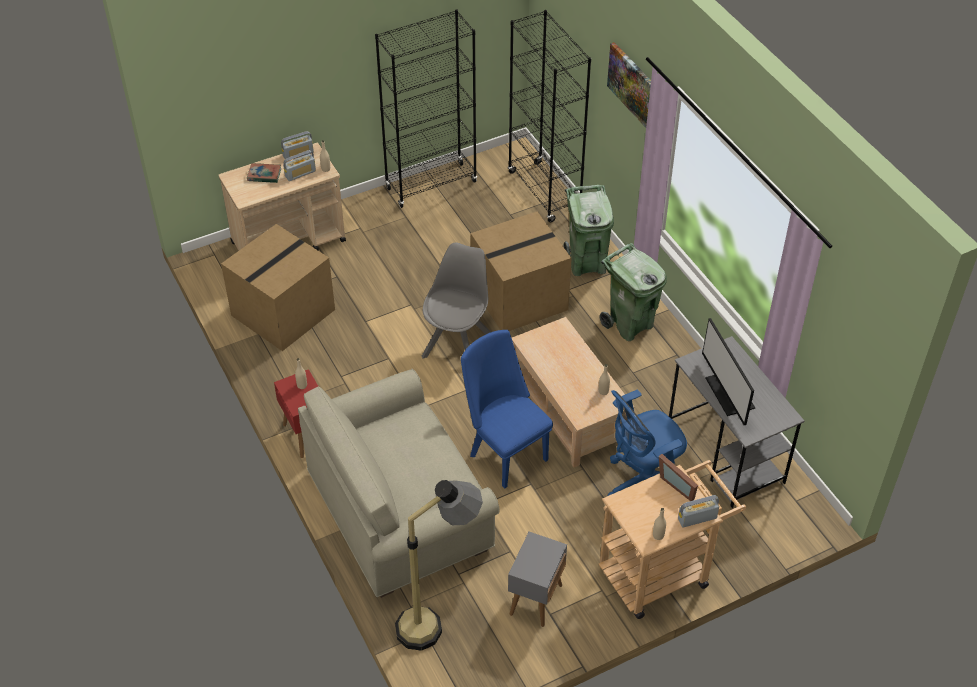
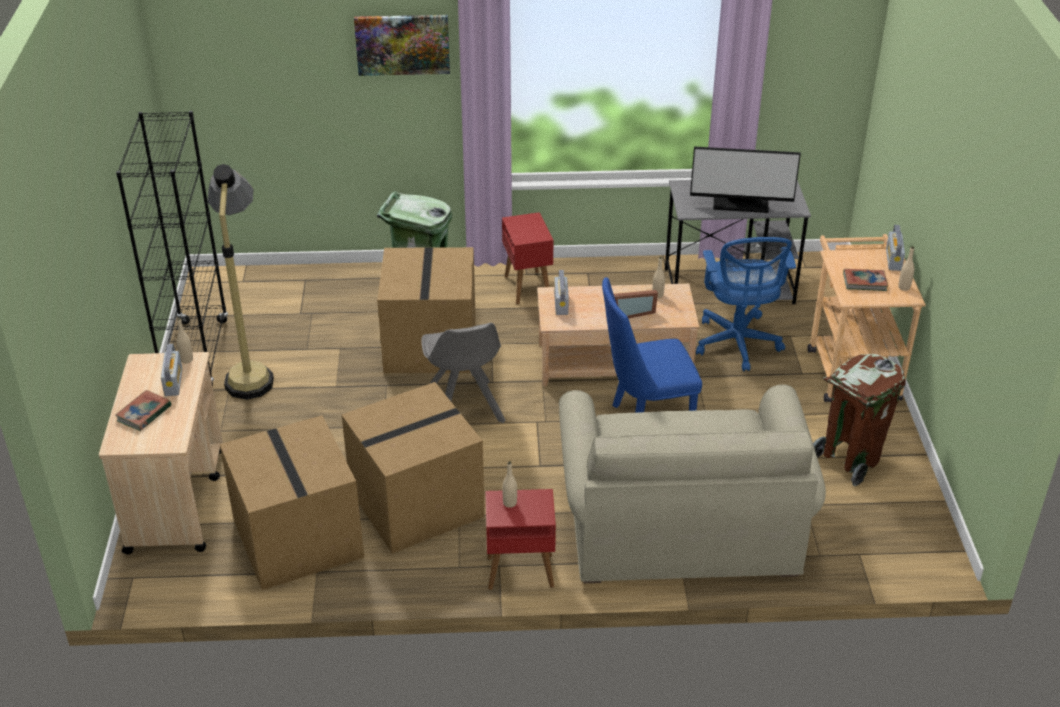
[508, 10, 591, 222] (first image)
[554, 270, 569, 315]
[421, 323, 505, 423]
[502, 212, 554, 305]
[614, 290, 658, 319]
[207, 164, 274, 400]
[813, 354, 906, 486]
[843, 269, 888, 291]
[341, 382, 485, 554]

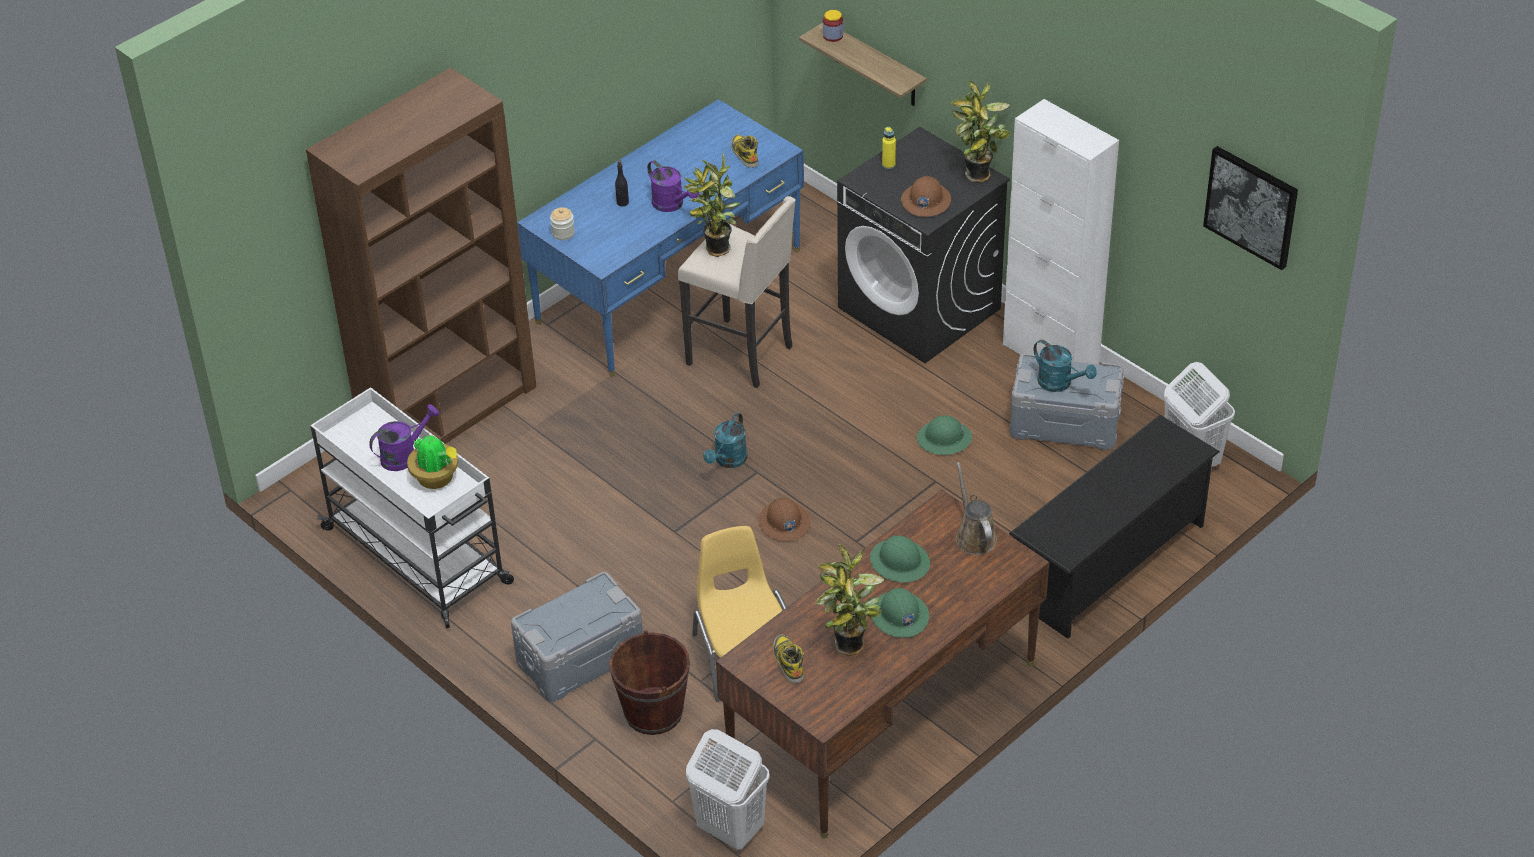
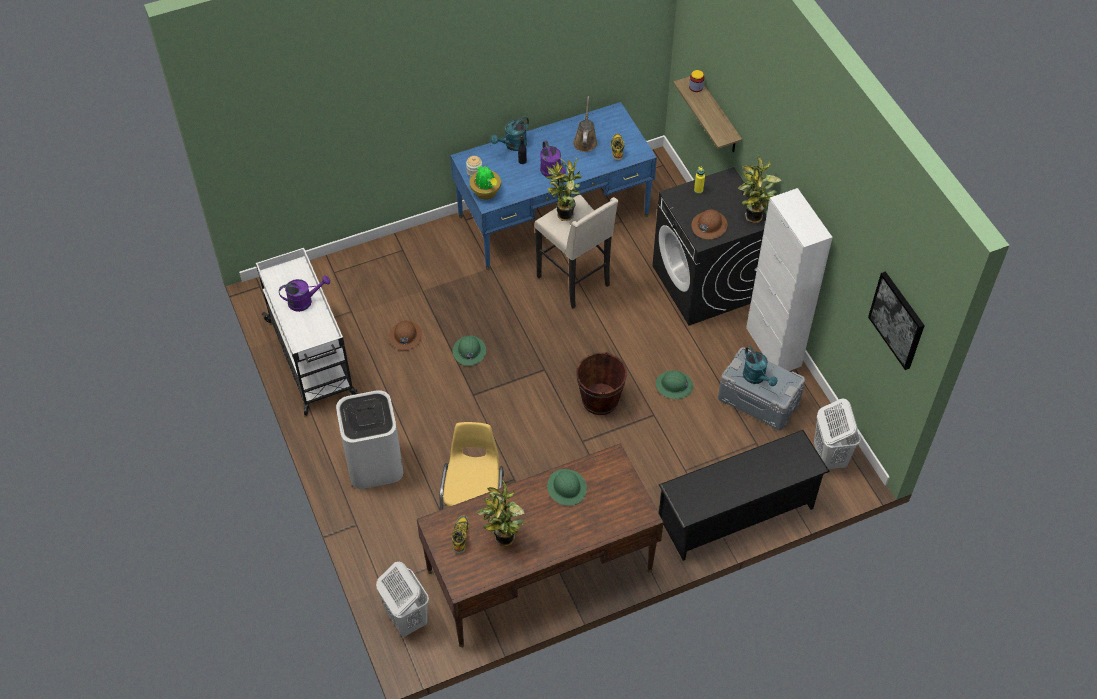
[306, 68, 537, 444] (first image)
[491, 116, 529, 151]
[469, 166, 501, 200]
[573, 96, 598, 152]
[389, 321, 422, 350]
[336, 390, 403, 489]
[453, 336, 486, 366]
[576, 352, 627, 415]

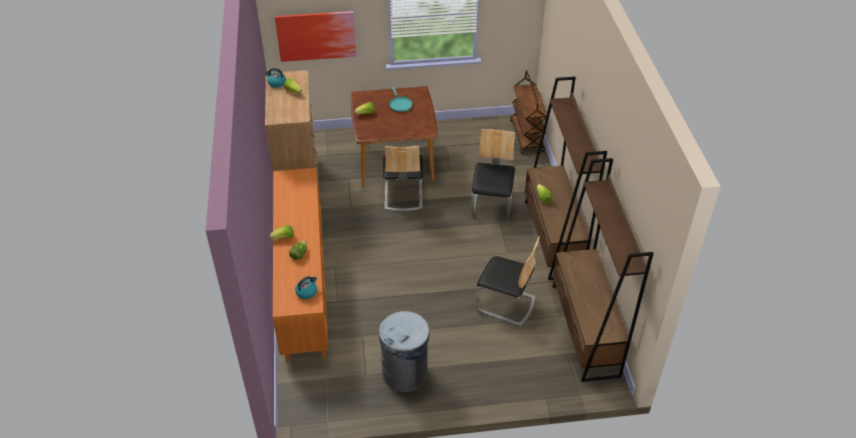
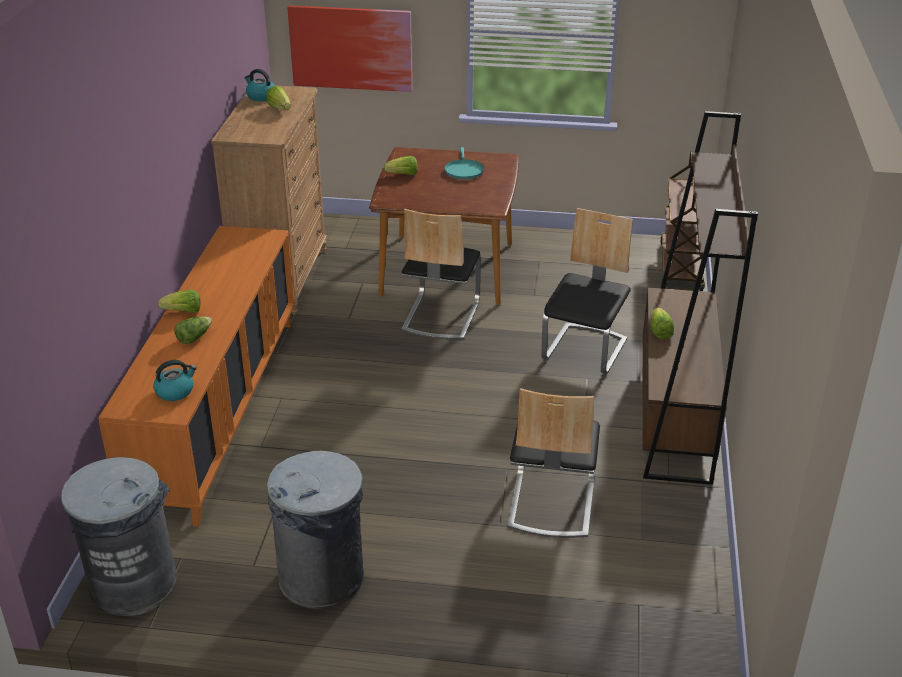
[552, 158, 654, 382] (first image)
[507, 388, 600, 538]
[61, 457, 177, 616]

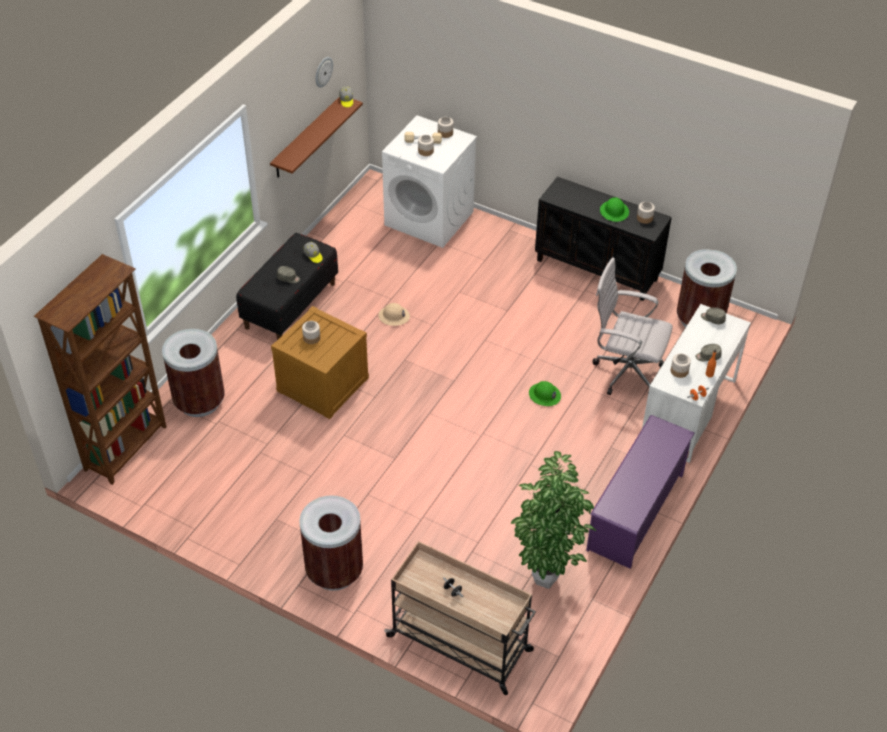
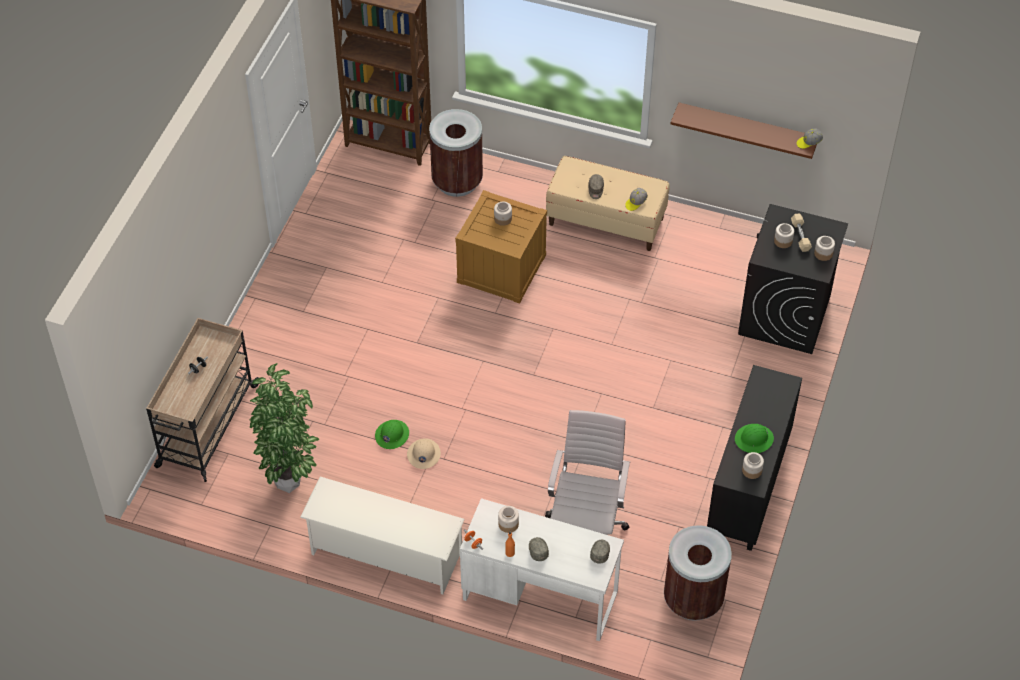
[315, 57, 333, 88] (first image)
[738, 204, 848, 354]
[546, 156, 670, 251]
[407, 438, 441, 469]
[375, 420, 409, 449]
[300, 477, 465, 594]
[299, 495, 363, 591] (first image)

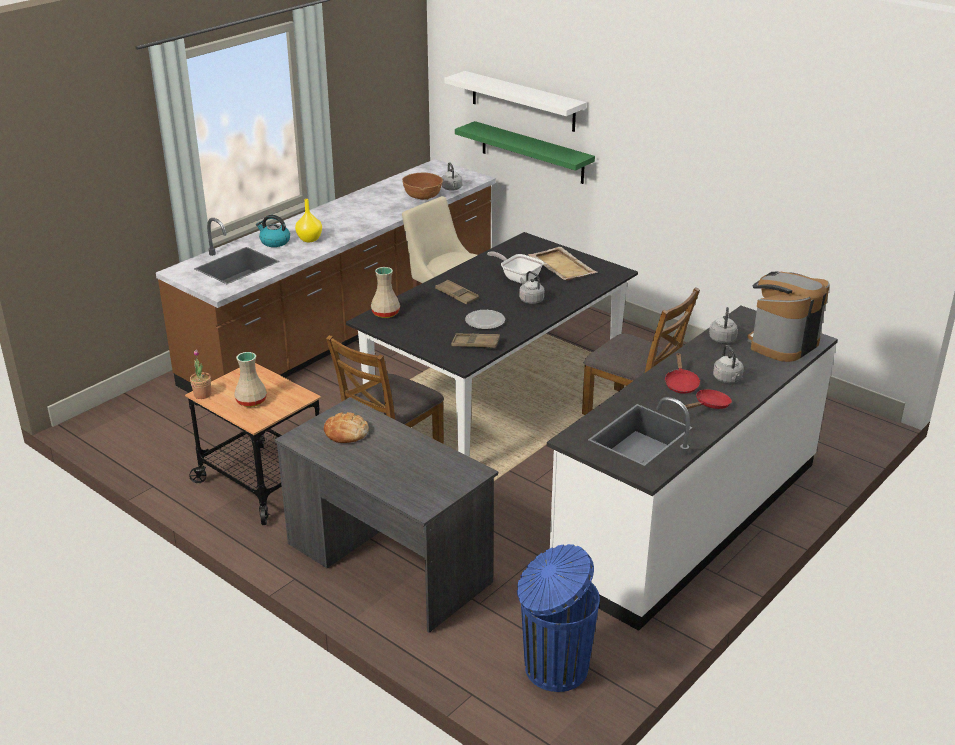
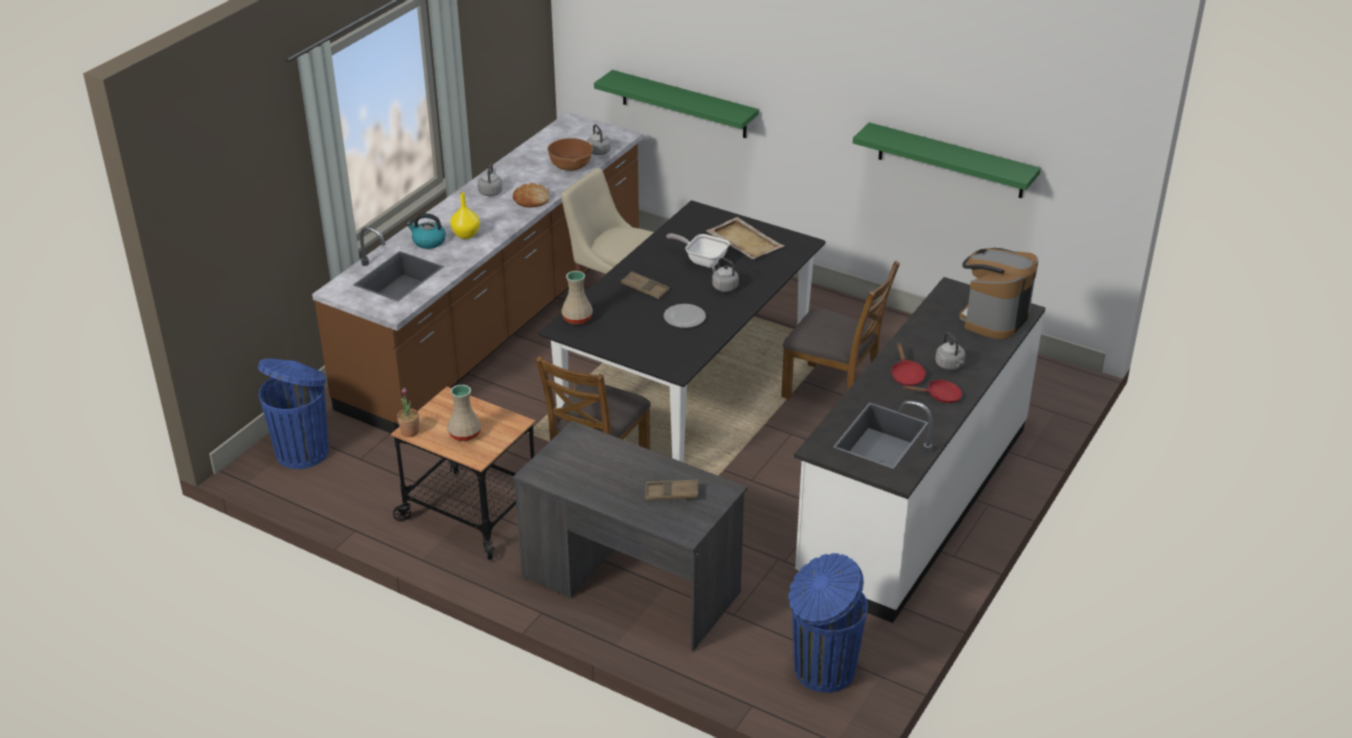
[444, 71, 586, 132] (first image)
[478, 164, 503, 196]
[645, 480, 699, 500]
[902, 379, 962, 403]
[513, 183, 550, 208]
[853, 122, 1041, 198]
[258, 358, 329, 469]

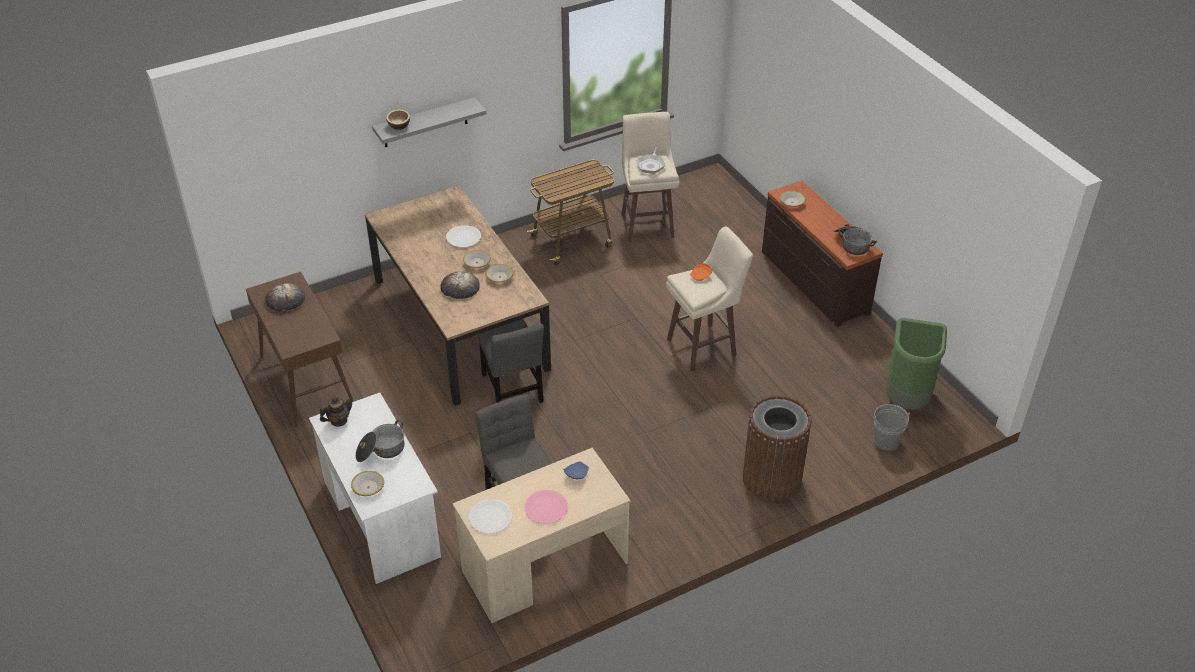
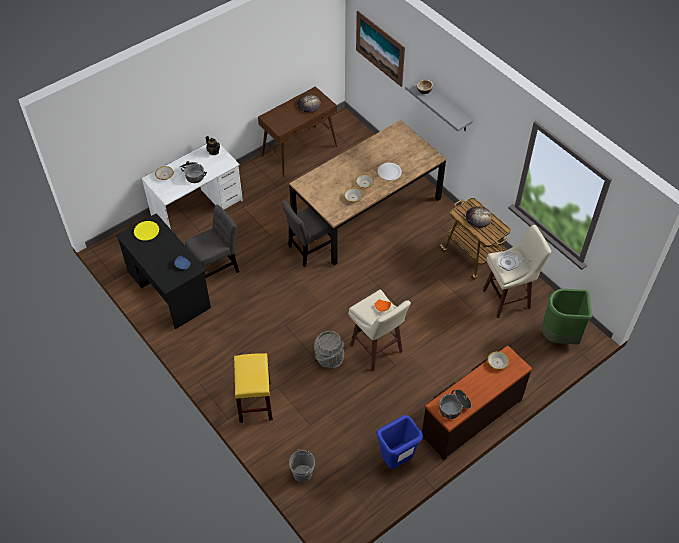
[466, 206, 492, 228]
[541, 289, 592, 344]
[234, 353, 273, 423]
[116, 213, 211, 329]
[525, 490, 568, 524] (first image)
[134, 221, 159, 241]
[356, 11, 405, 87]
[314, 331, 345, 368]
[376, 415, 423, 469]

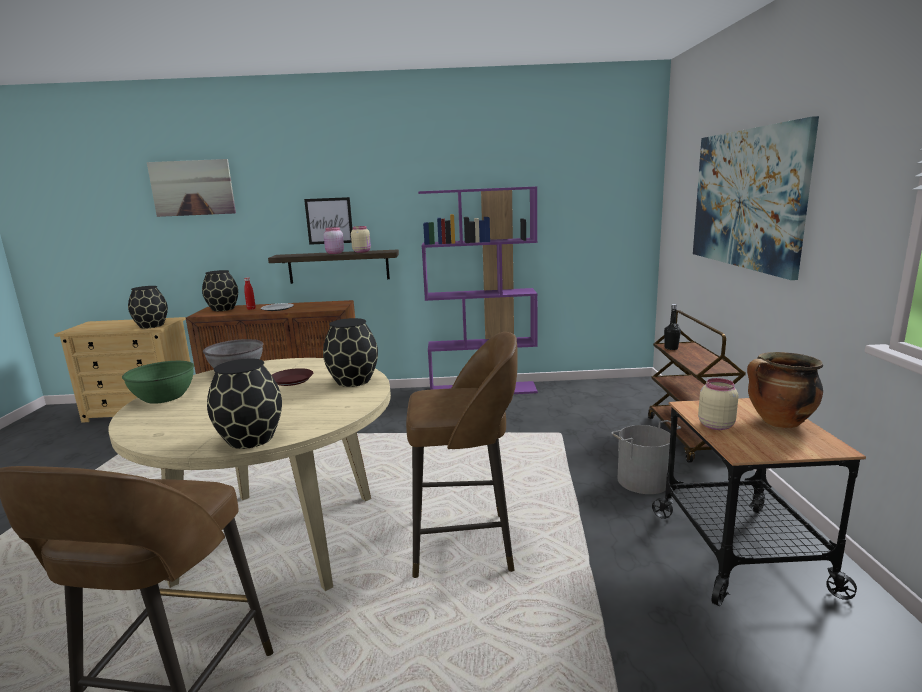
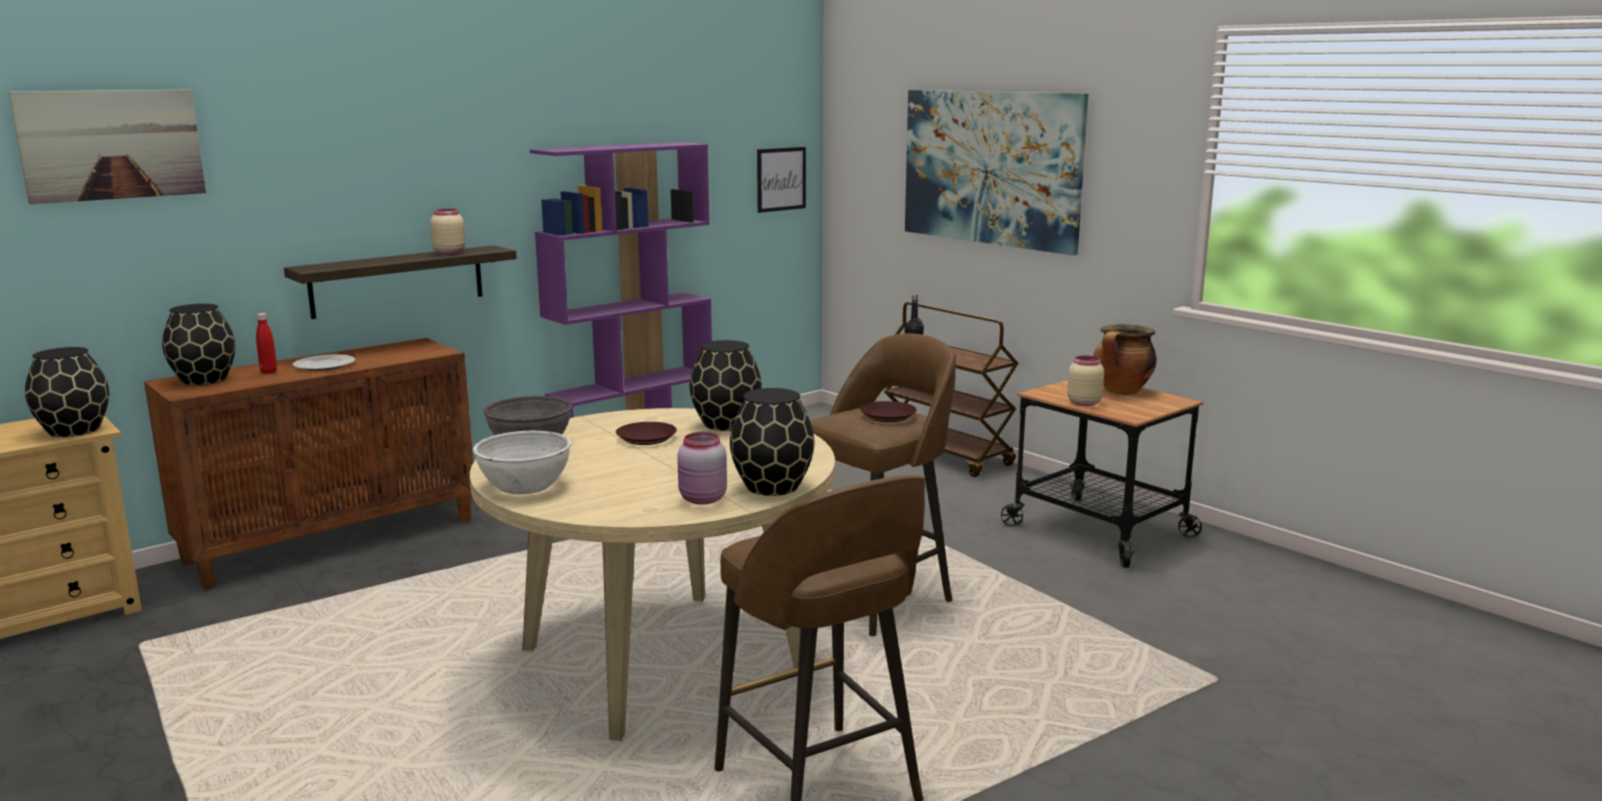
[757, 147, 806, 213]
[677, 432, 727, 505]
[473, 431, 571, 494]
[611, 420, 681, 494] (first image)
[860, 401, 917, 422]

